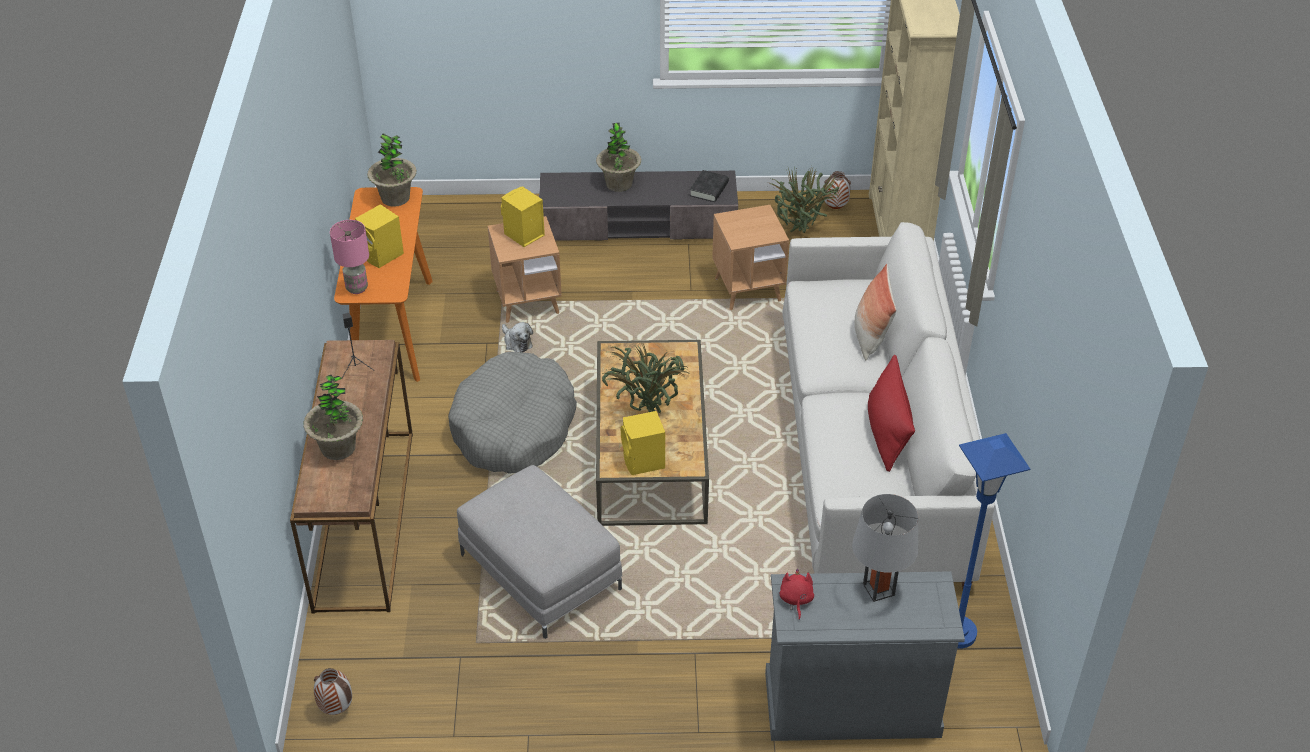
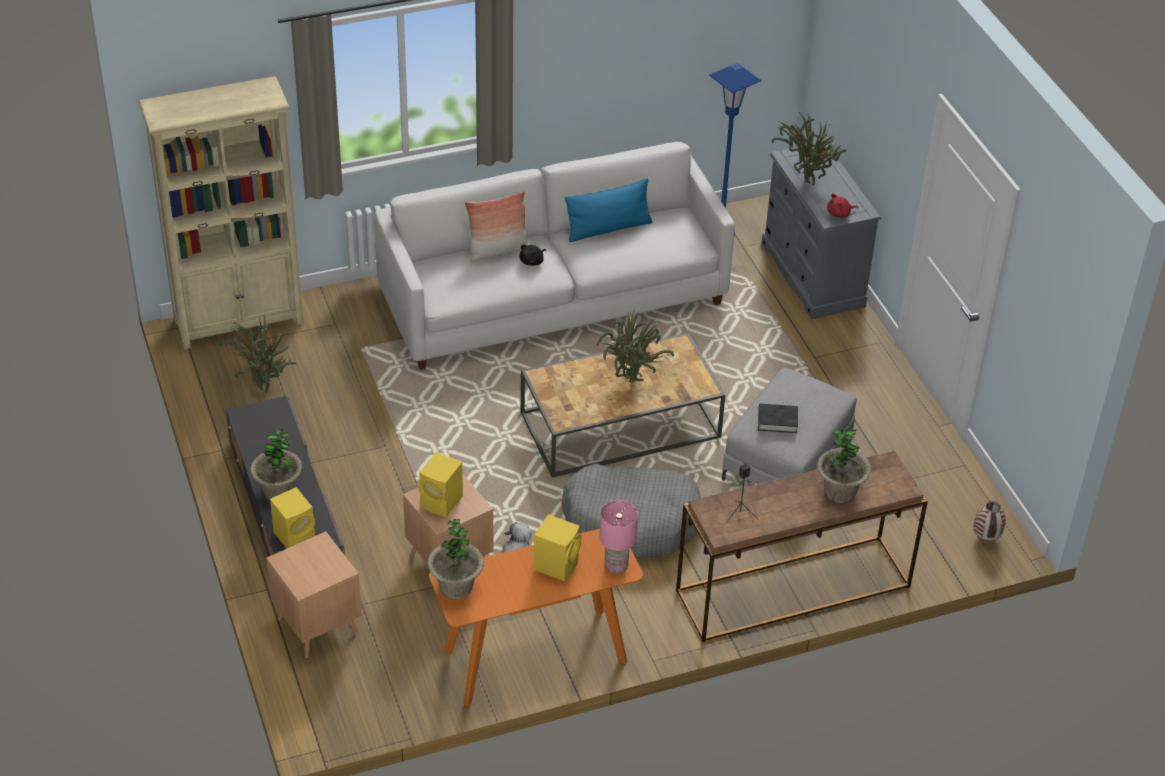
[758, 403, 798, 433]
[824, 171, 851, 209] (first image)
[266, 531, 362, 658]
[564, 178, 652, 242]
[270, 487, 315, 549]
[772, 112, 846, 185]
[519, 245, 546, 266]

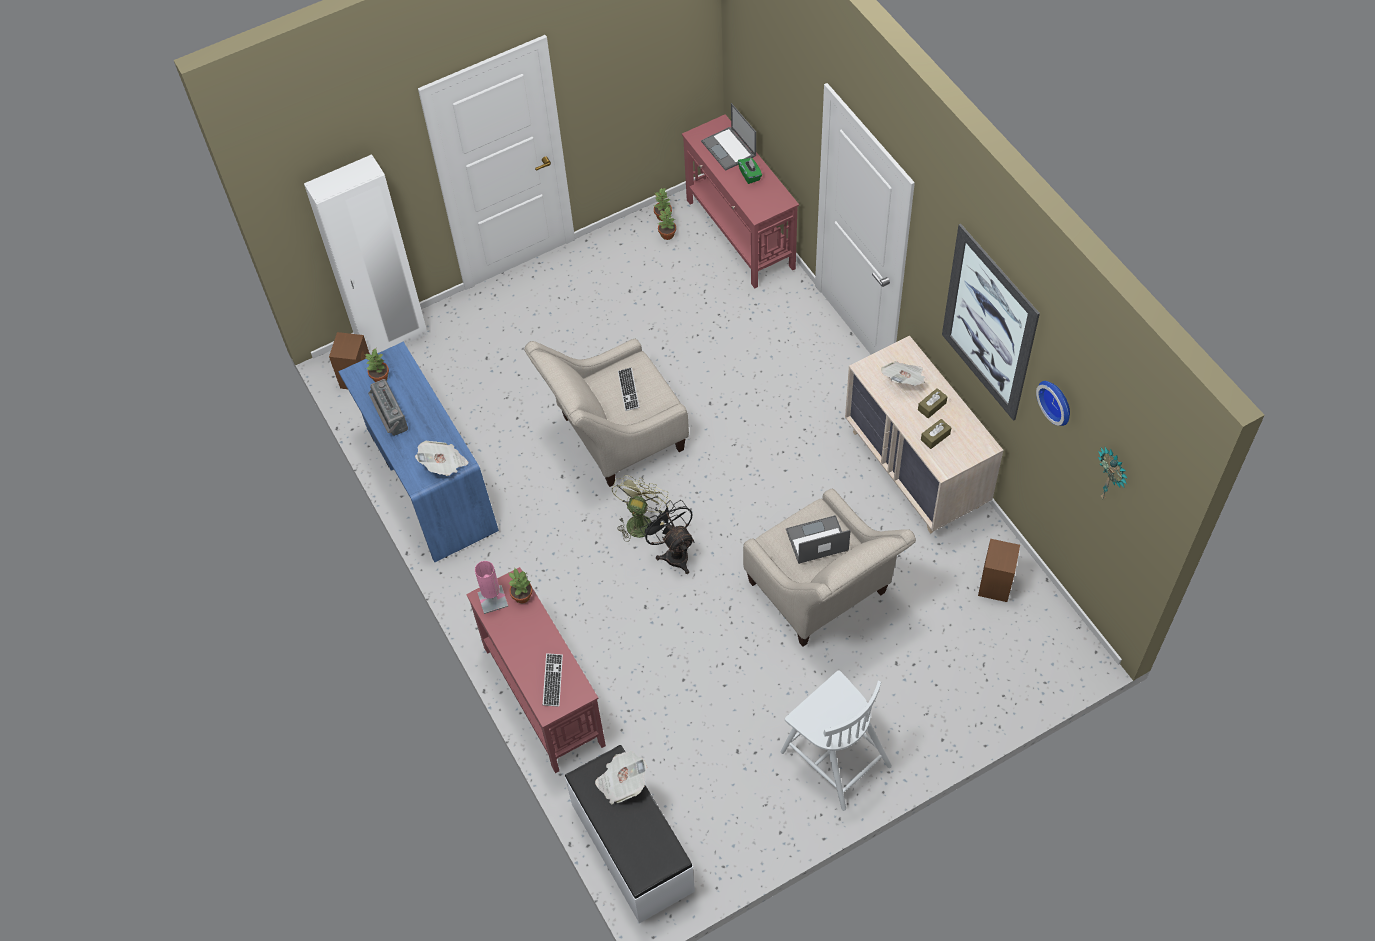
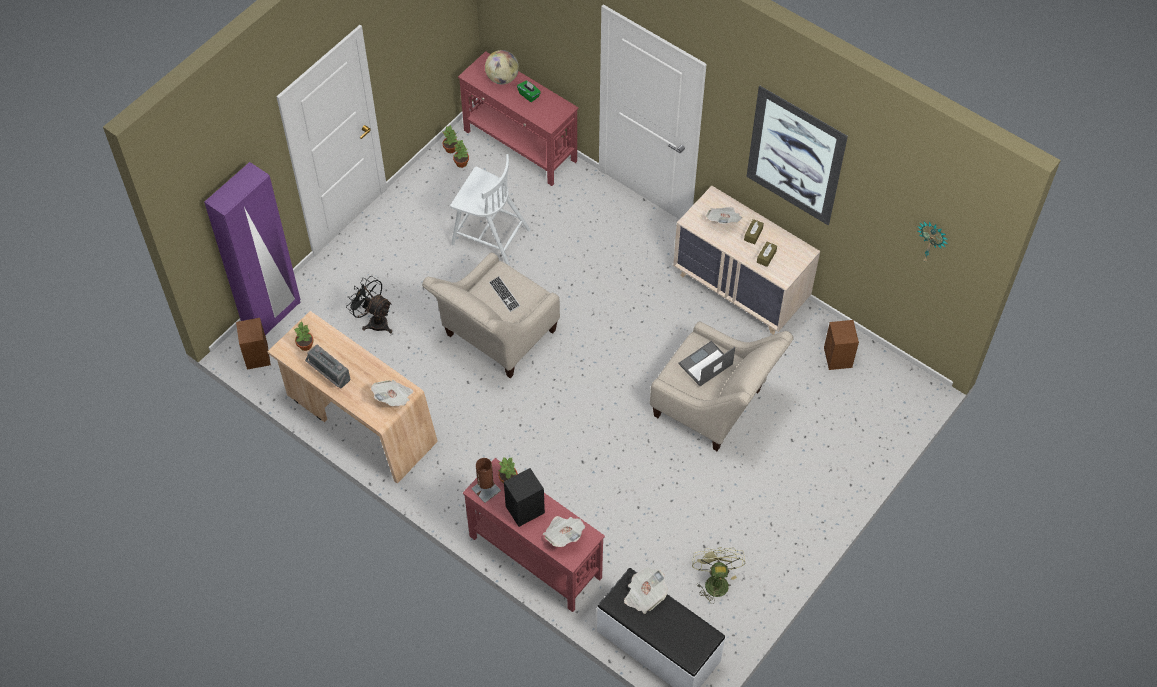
[485, 50, 519, 84]
[204, 162, 301, 335]
[267, 311, 438, 484]
[1036, 381, 1070, 426] (first image)
[692, 547, 745, 604]
[346, 277, 392, 333]
[471, 458, 501, 503]
[543, 516, 585, 547]
[450, 154, 531, 265]
[504, 468, 545, 527]

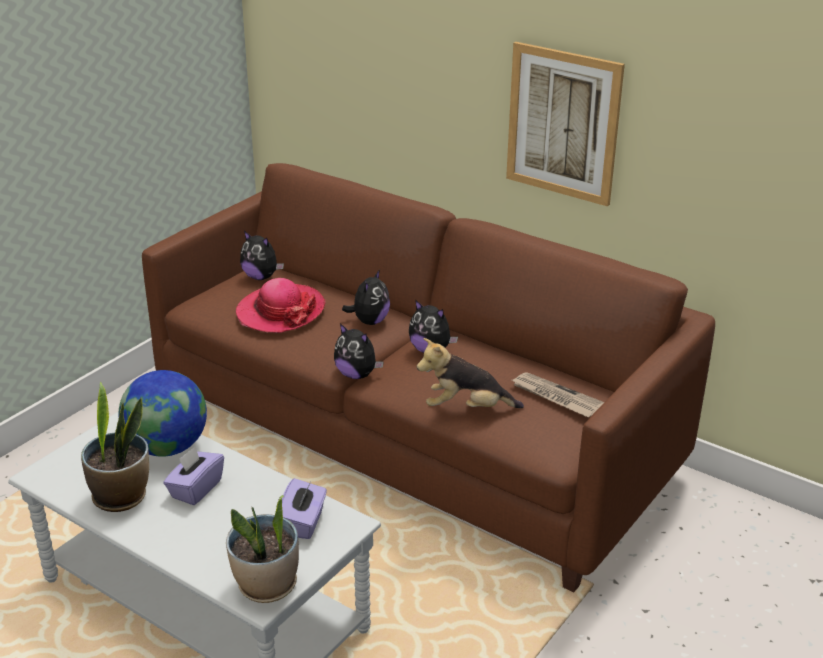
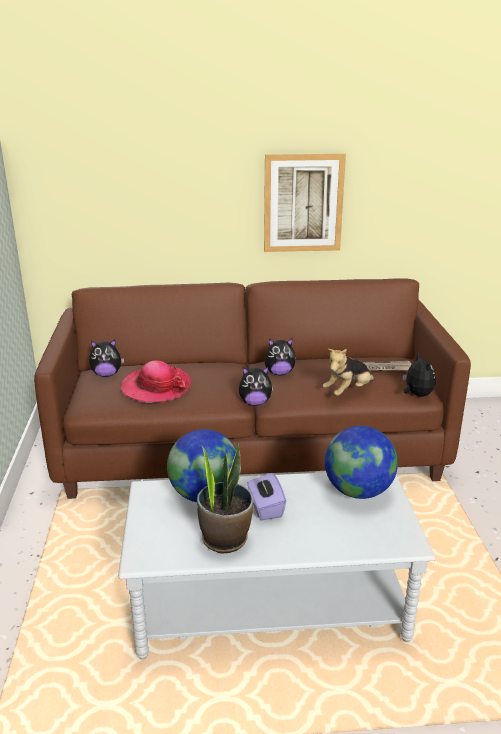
[402, 352, 436, 397]
[325, 426, 398, 499]
[226, 495, 299, 603] (first image)

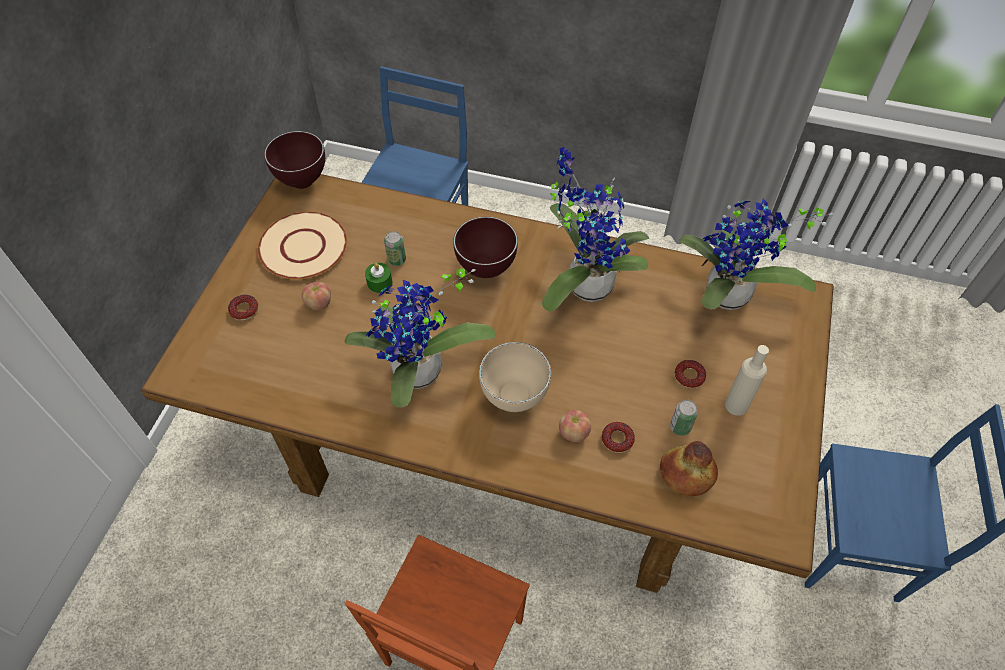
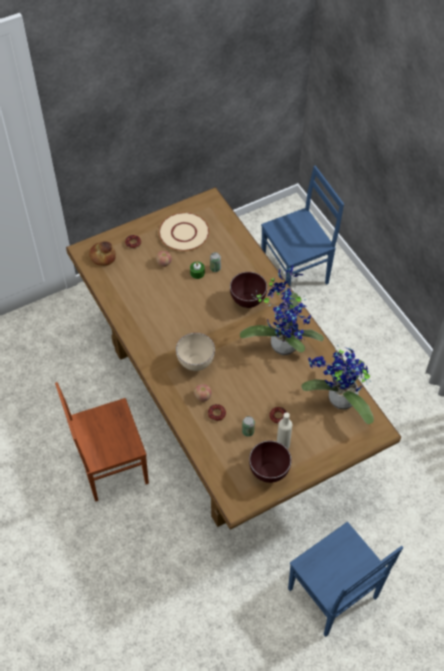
[249, 441, 291, 483]
[344, 269, 496, 407] (first image)
[89, 241, 116, 266]

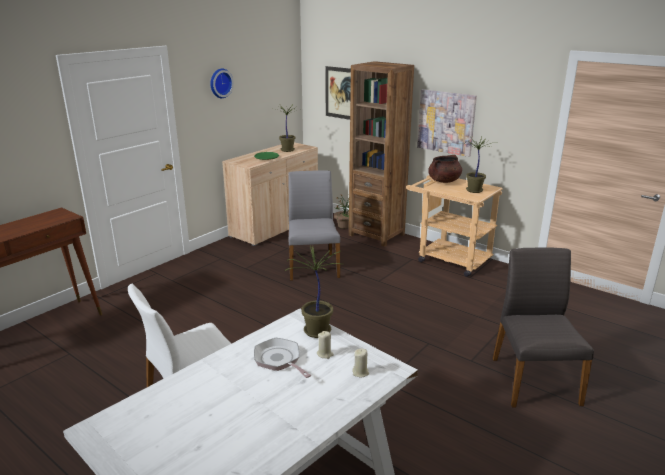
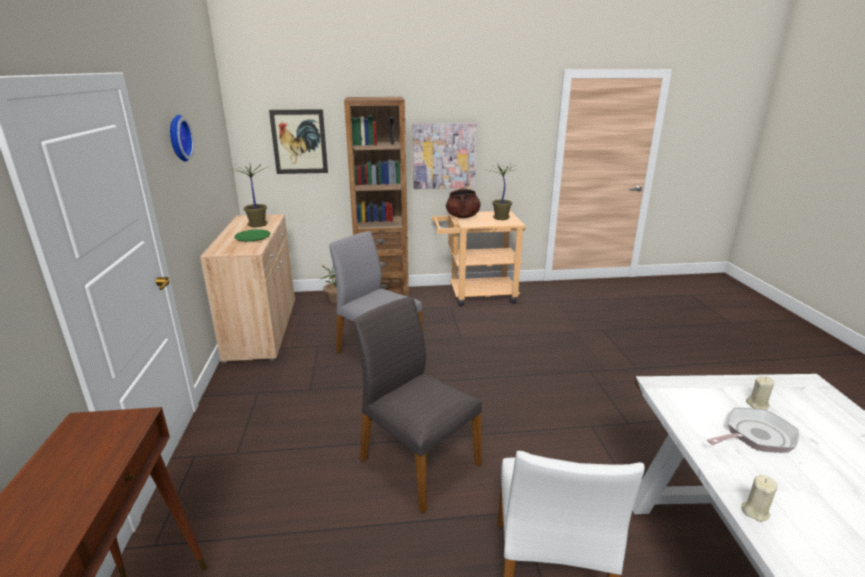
[285, 245, 341, 338] (first image)
[354, 297, 482, 513]
[707, 408, 799, 453]
[741, 475, 777, 522]

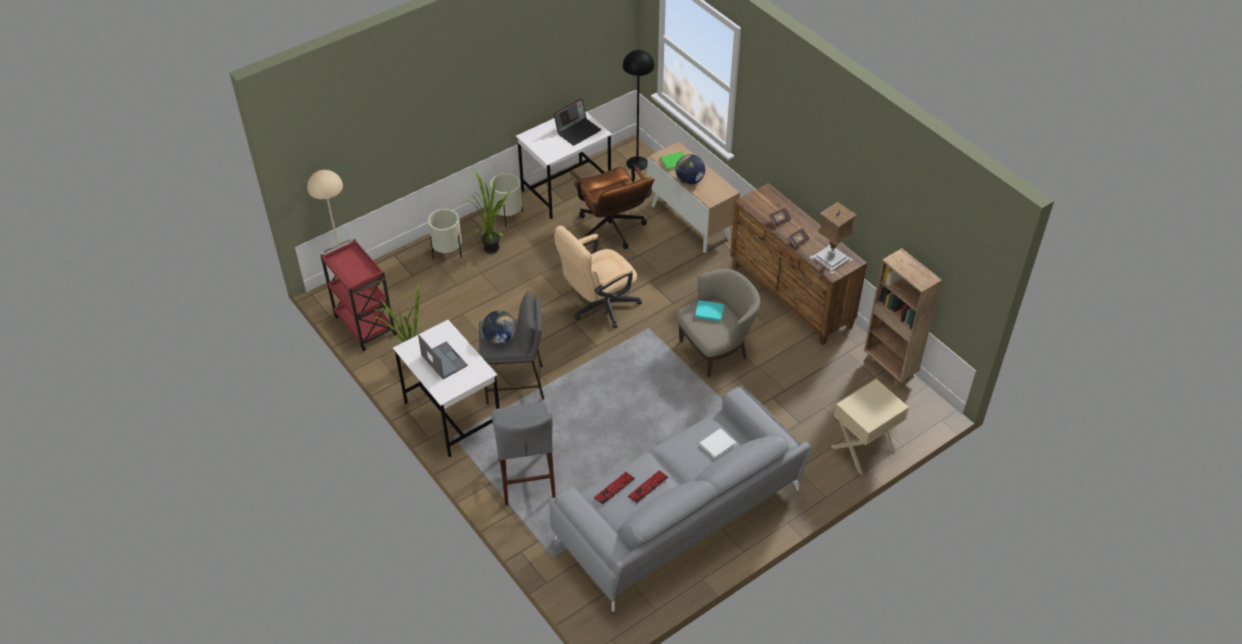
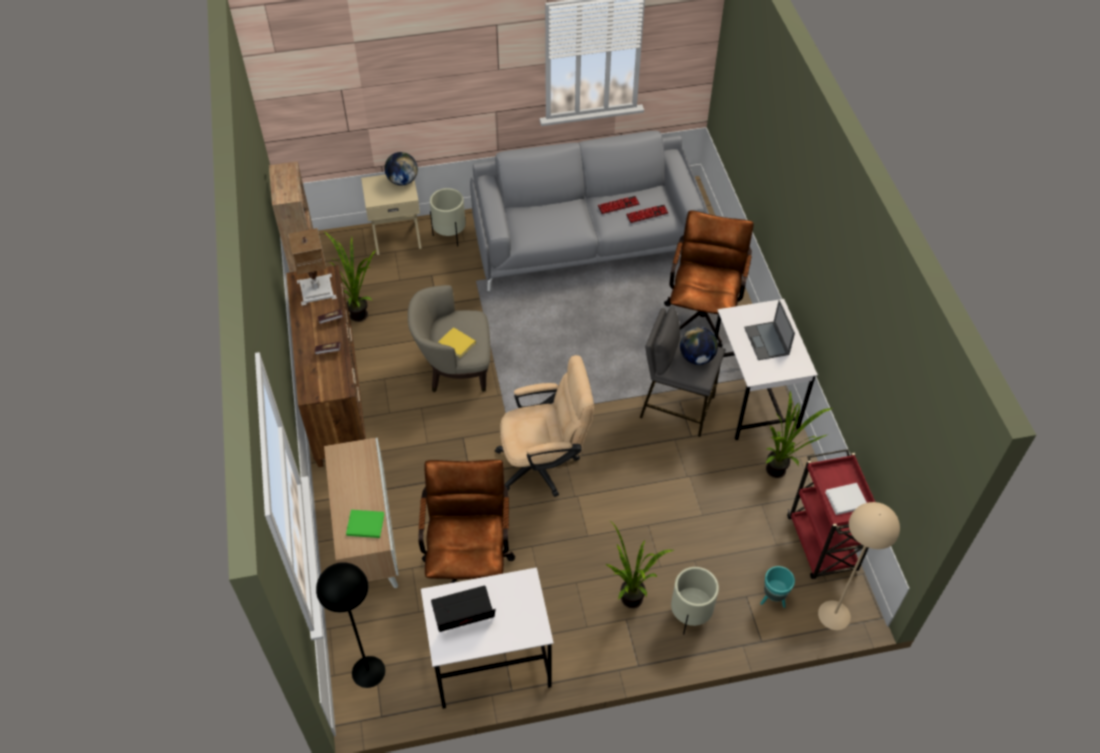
[385, 152, 418, 186]
[430, 188, 466, 247]
[438, 327, 476, 358]
[664, 210, 754, 348]
[825, 483, 867, 515]
[324, 232, 376, 322]
[760, 566, 795, 608]

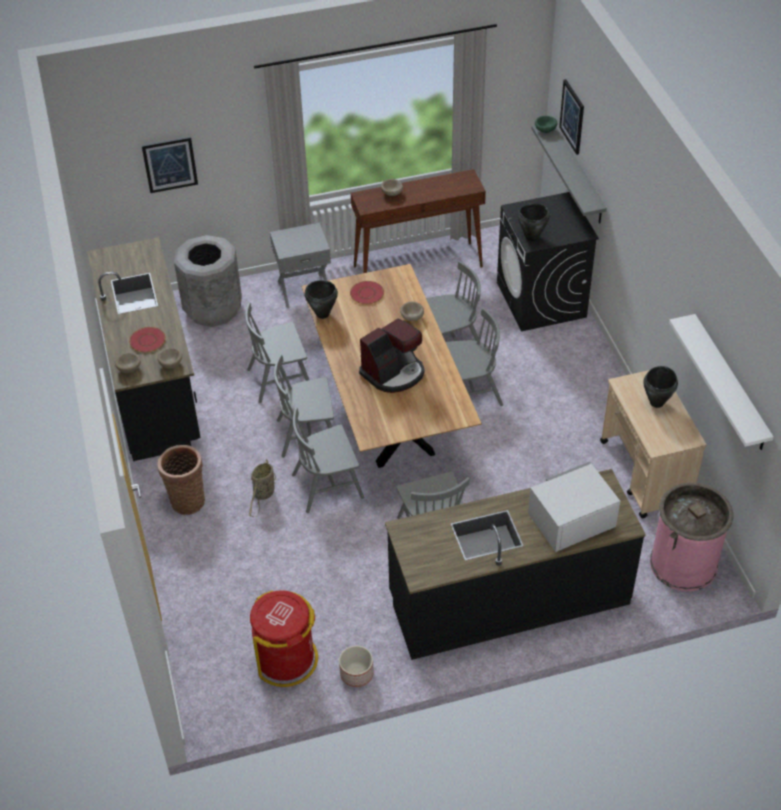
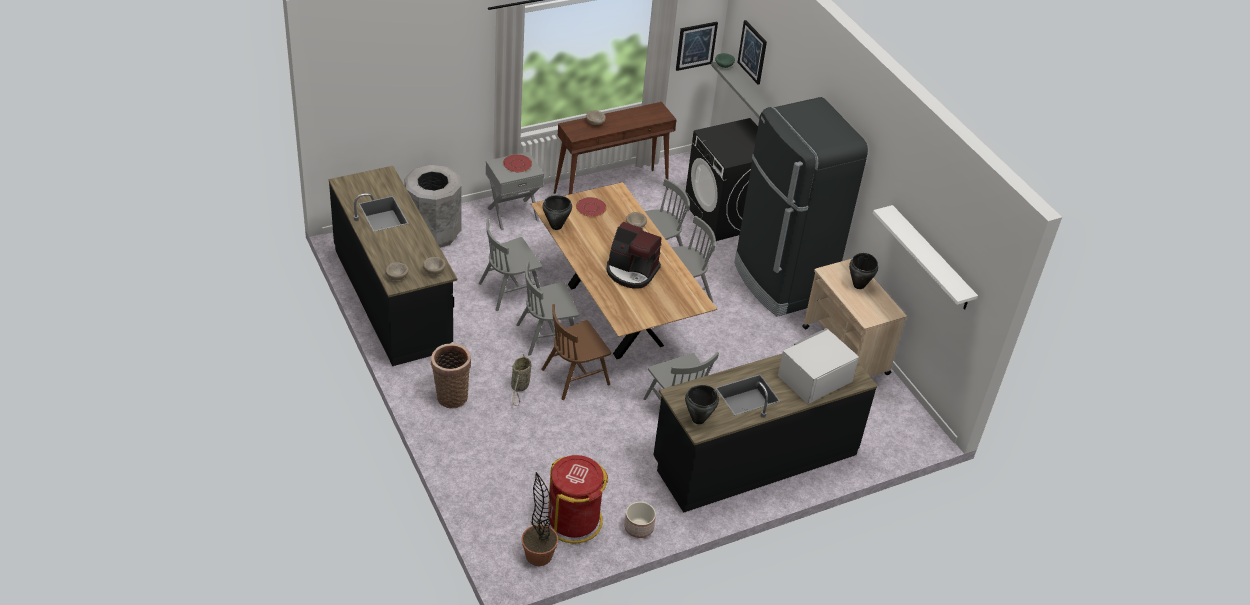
[676, 21, 718, 71]
[685, 385, 719, 424]
[606, 222, 662, 289]
[503, 154, 532, 172]
[541, 304, 611, 400]
[650, 483, 733, 591] (first image)
[734, 97, 868, 317]
[521, 472, 558, 566]

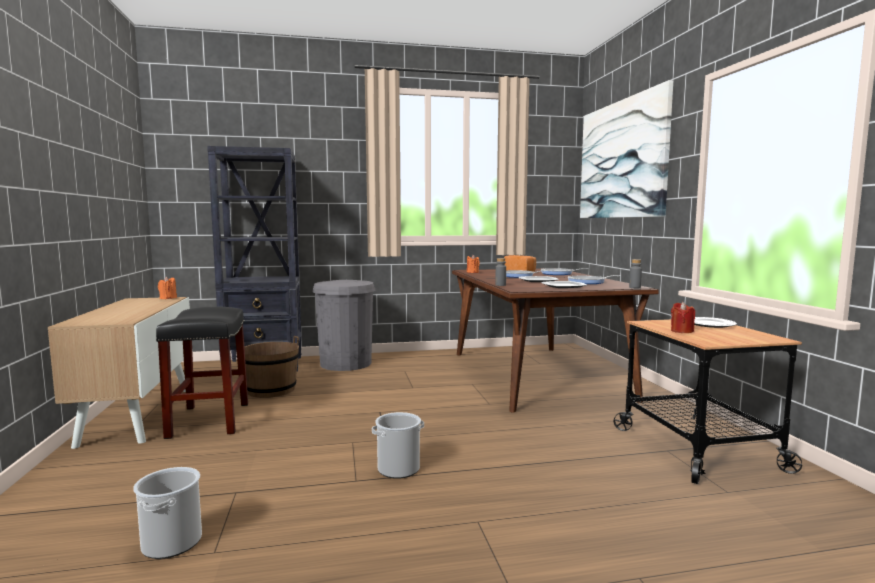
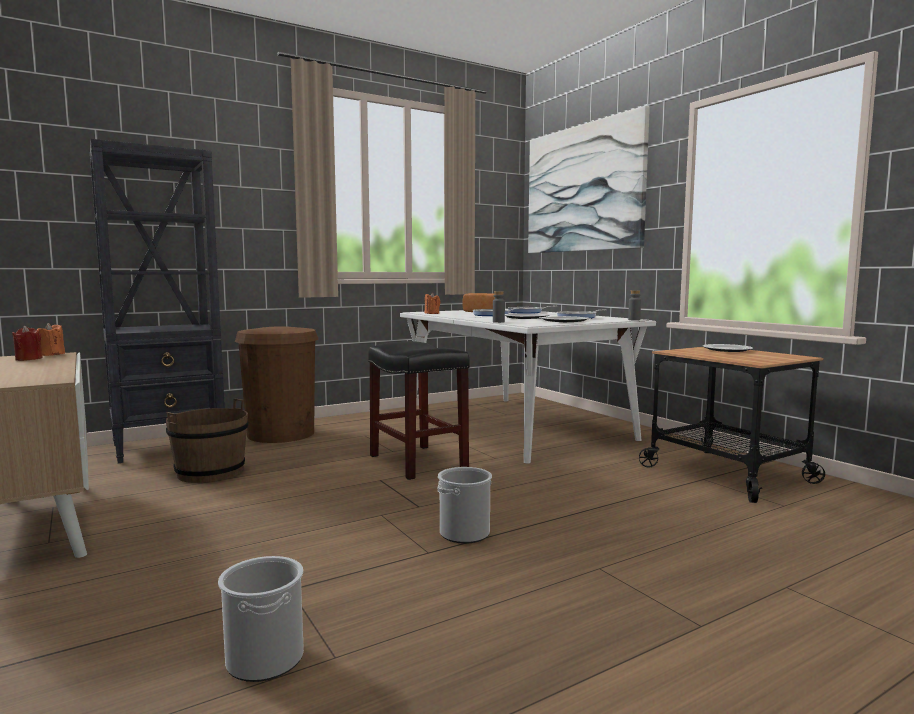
[400, 309, 656, 464]
[235, 326, 318, 443]
[12, 326, 43, 361]
[368, 341, 470, 480]

